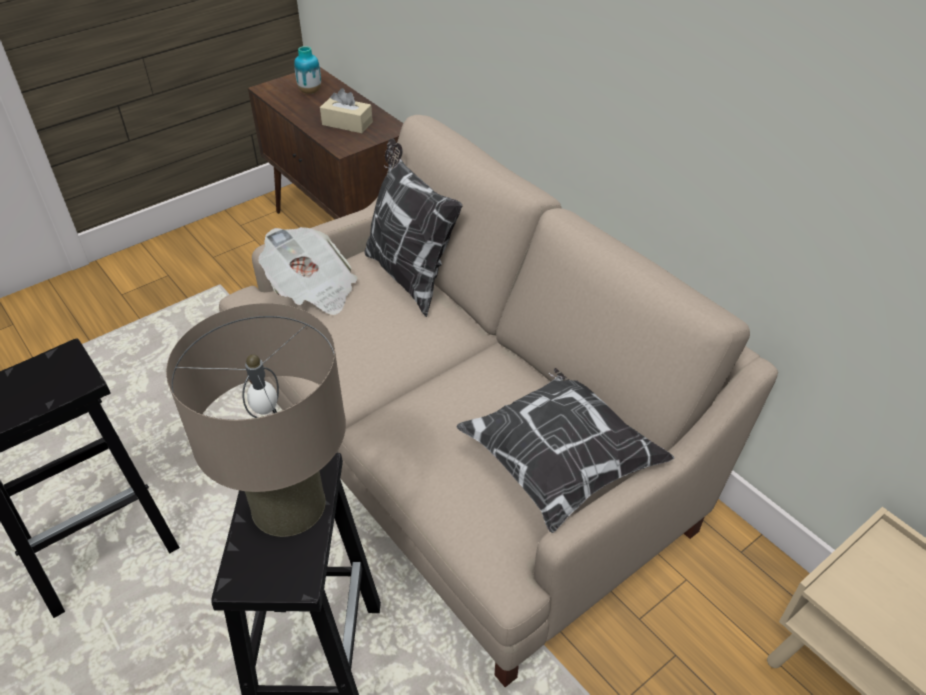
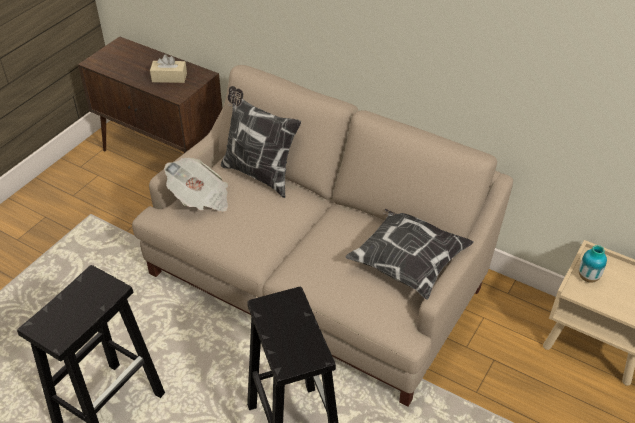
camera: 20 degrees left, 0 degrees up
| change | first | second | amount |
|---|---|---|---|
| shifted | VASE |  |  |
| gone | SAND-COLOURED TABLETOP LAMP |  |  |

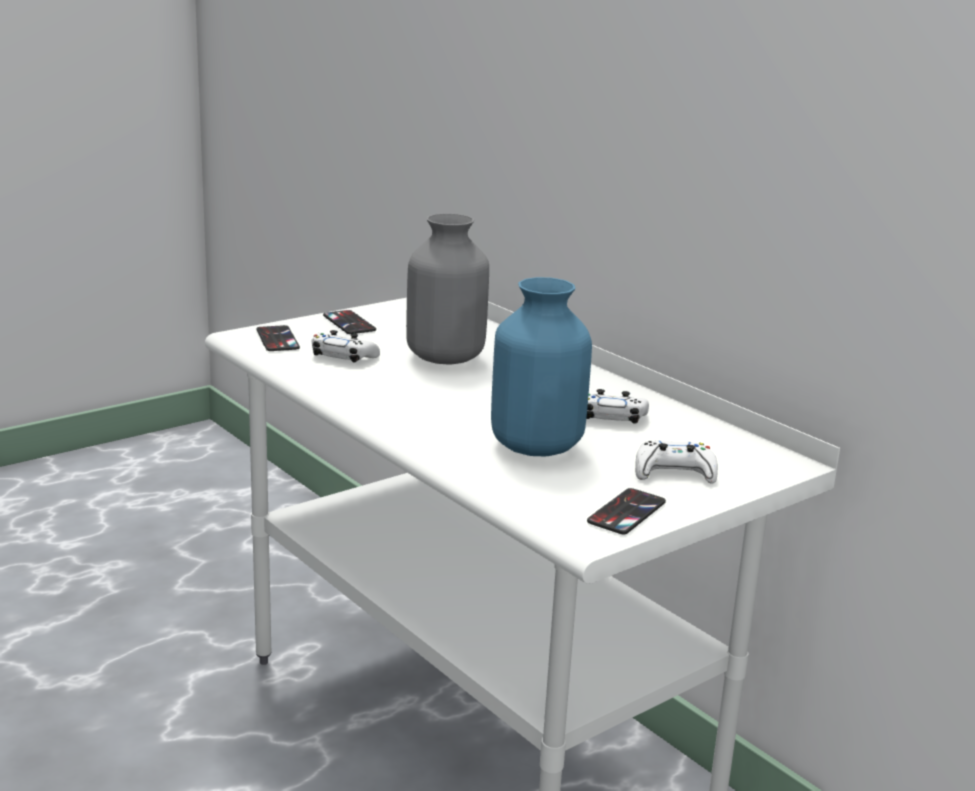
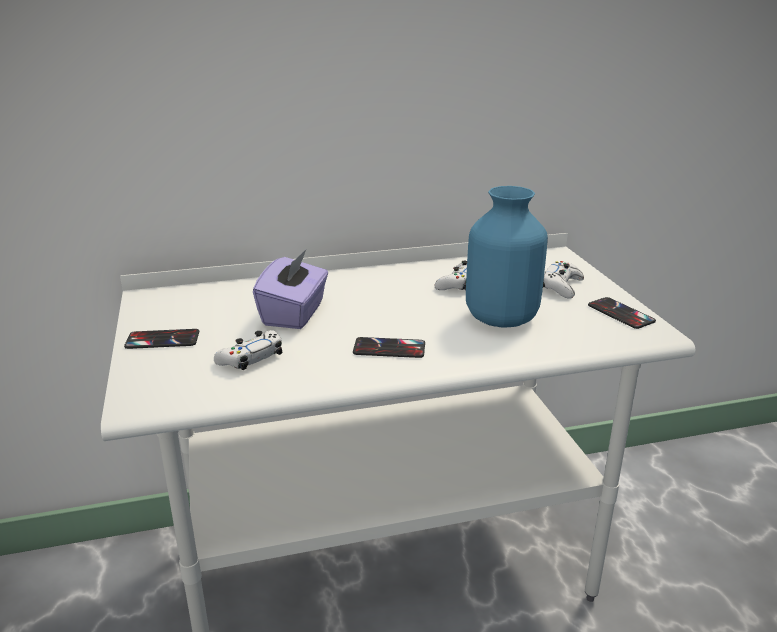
camera: 65 degrees left, 5 degrees up
| change | first | second | amount |
|---|---|---|---|
| swapped | GRAY VASE | PURPLE-COLOURED BOX OF TISSUES |  |
| shifted | PHONE (no. 1 from left in the first image) | PHONE (no. 2 from left) |  |

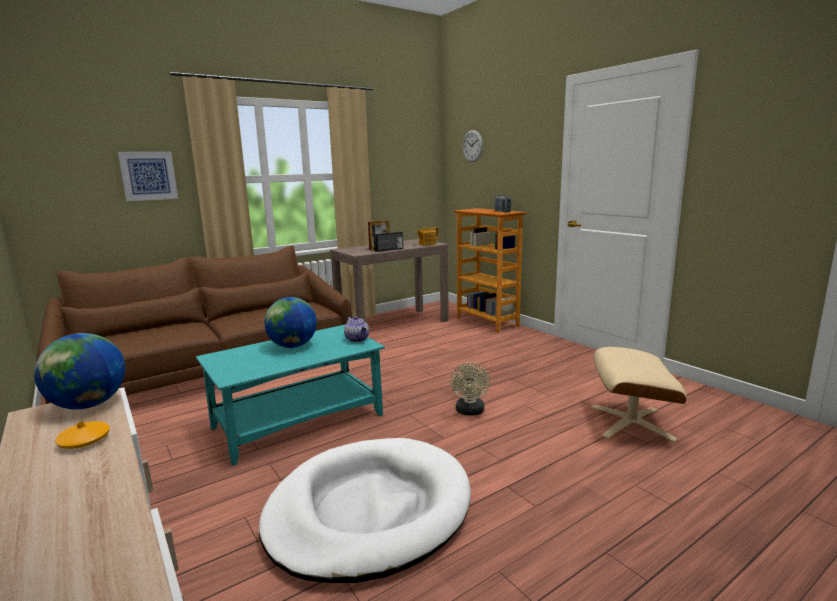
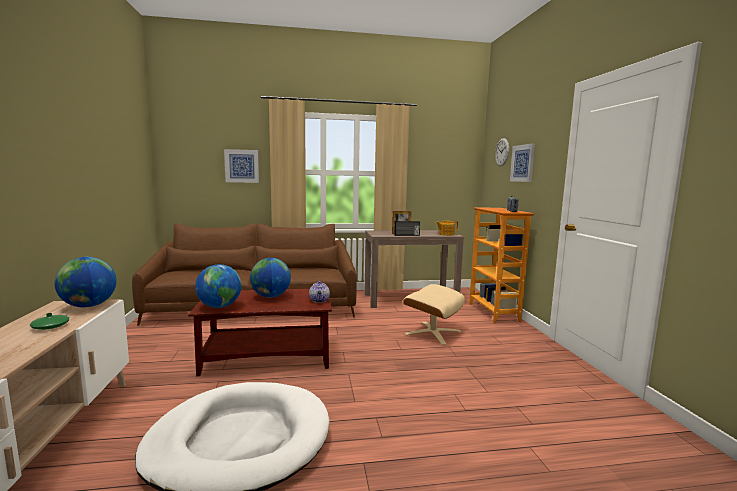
camera: 25 degrees right, 5 degrees down
| change | first | second | amount |
|---|---|---|---|
| repainted | BLUE-GREEN LOUNGE TABLE | BROWNISH LOUNGE TABLE |  |
| shifted | SAND-COLOURED FOOTREST |  |  |
| gone | SAND-COLOURED ELECTRIC FAN |  |  |
| repainted | ORANGE-COLOURED VASE | GREENISH VASE |  |
| new |  | PICTURE (no. 2 from left) |  |
| new |  | GLOBE (no. 2 from left) |  |

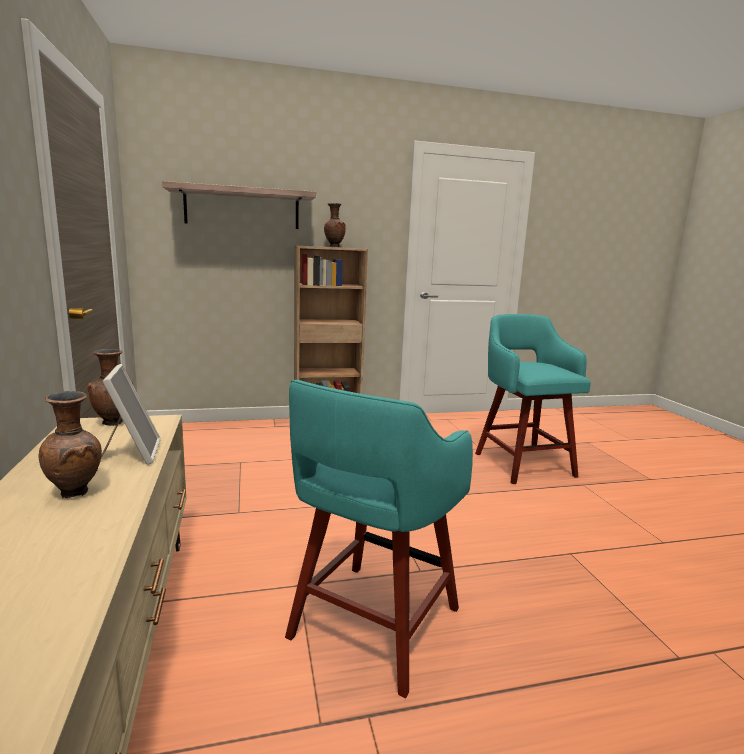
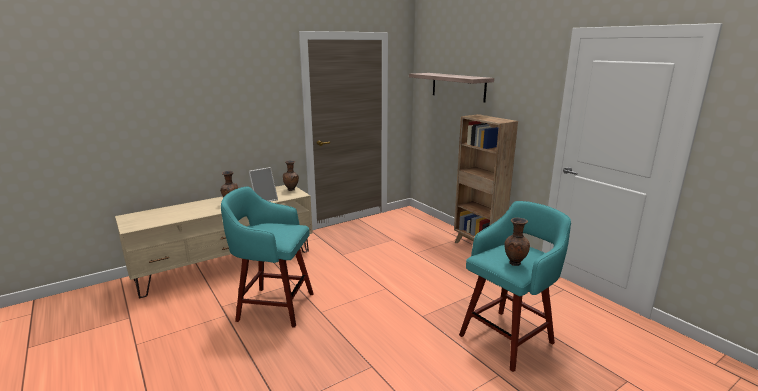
camera: 70 degrees right, 5 degrees up
| change | first | second | amount |
|---|---|---|---|
| shifted | BROWNISH VASE (no. 3 from left) |  |  |

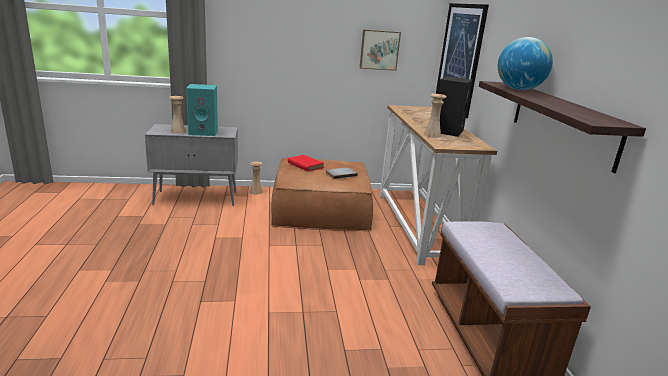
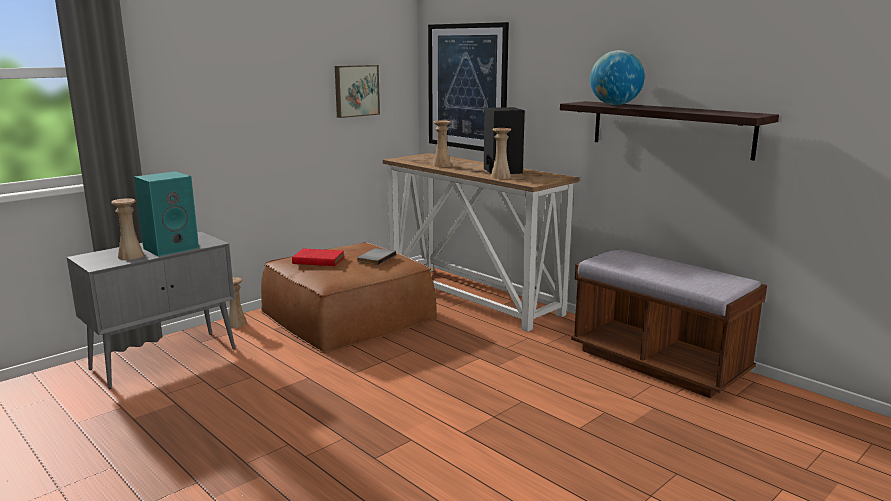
camera: 35 degrees left, 5 degrees down
| change | first | second | amount |
|---|---|---|---|
| new |  | SAND-COLOURED VASE (no. 3 from left) |  |

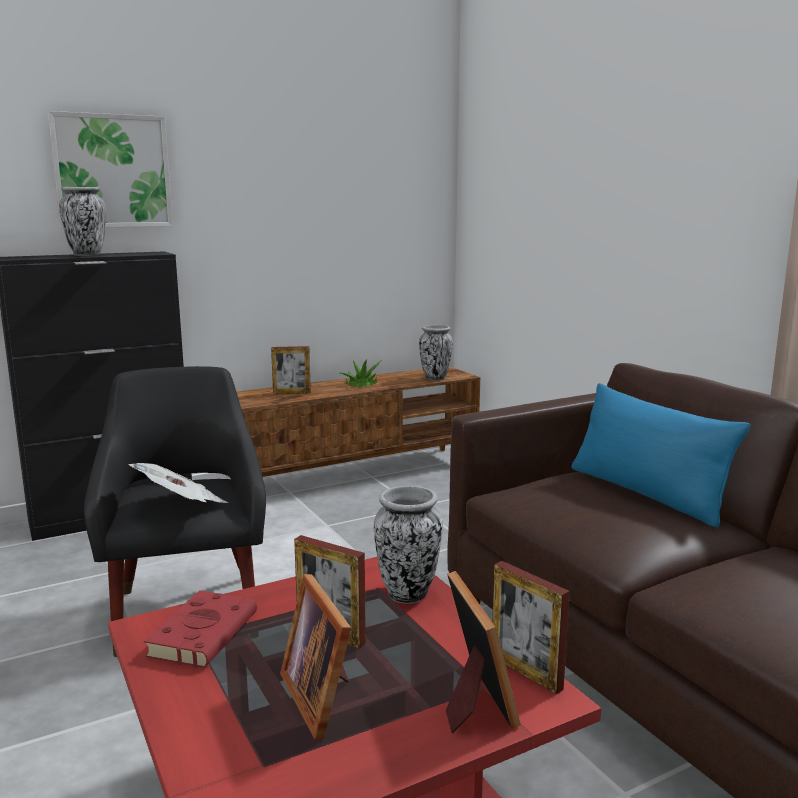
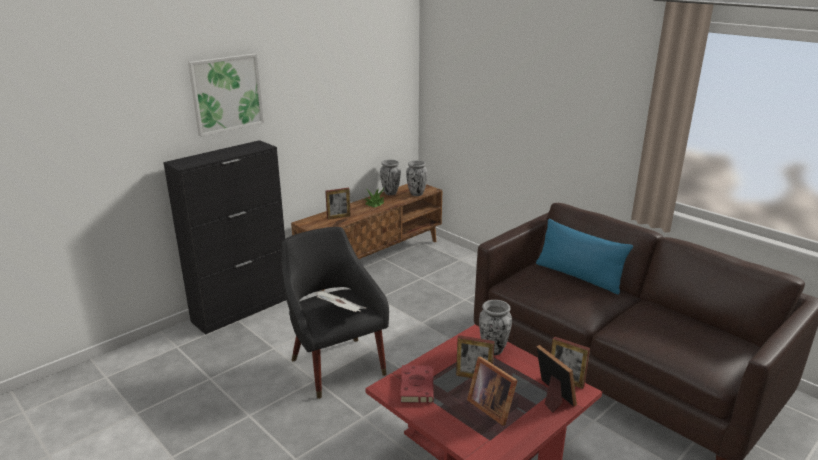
camera: 15 degrees left, 10 degrees up
| change | first | second | amount |
|---|---|---|---|
| shifted | VASE (no. 1 from left) |  |  |

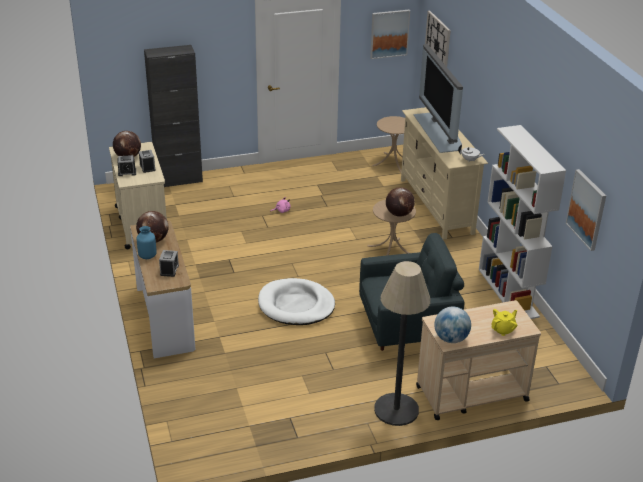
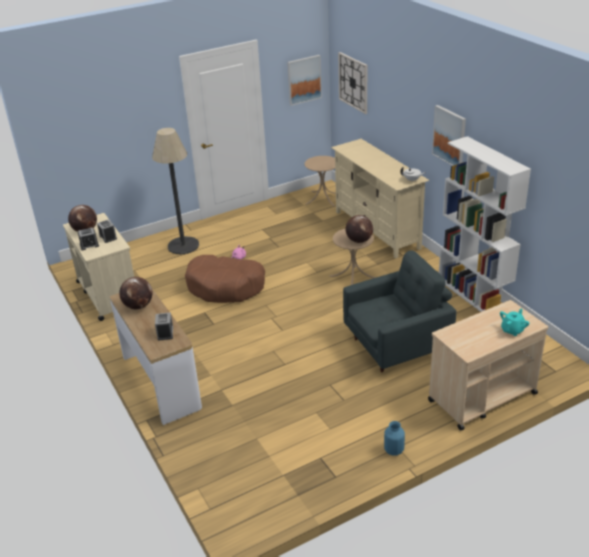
camera: 10 degrees left, 0 degrees up
| change | first | second | amount |
|---|---|---|---|
| gone | TV SET |  |  |
| gone | BLACK-COLOURED CUPBOARD |  |  |
| shifted | PICTURE (no. 2 from left) |  |  |
| shifted | BLUE-COLOURED VASE |  |  |
| shifted | STANDARD LAMP |  |  |
| gone | WHITE DOG BED |  |  |
| gone | GLOBE (no. 4 from left) |  |  |
| repainted | YELLOWISH POT FOR TEA | BLUE-GREEN POT FOR TEA |  |
| new |  | BROWNISH DOG BED |  |

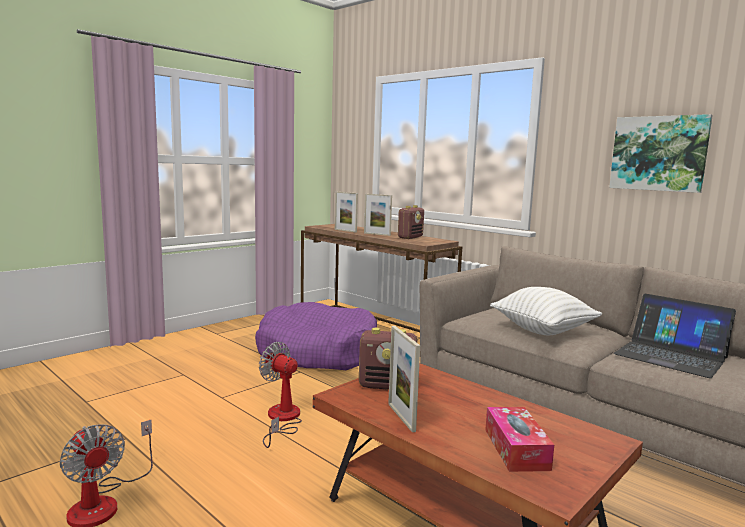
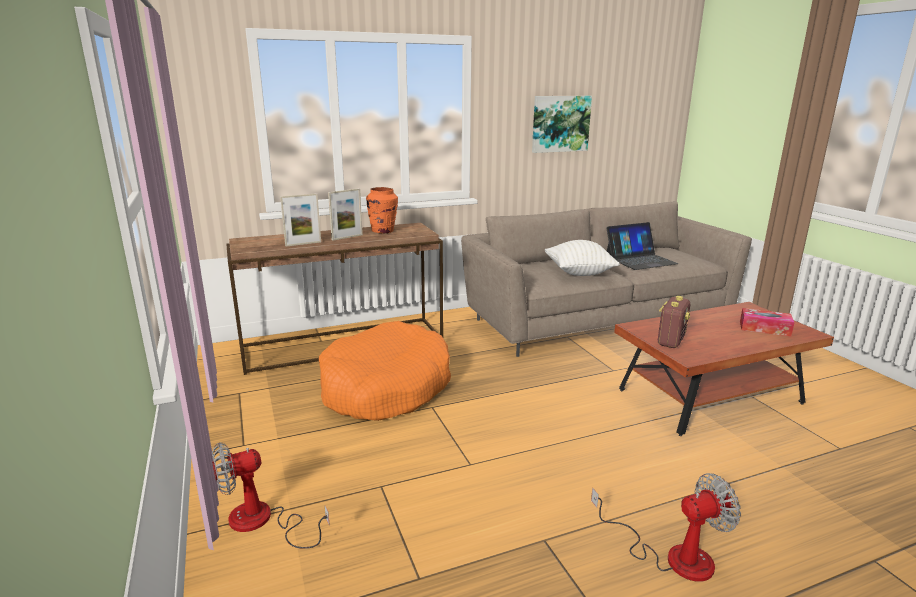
camera: 65 degrees left, 10 degrees up
| change | first | second | amount |
|---|---|---|---|
| swapped | RADIO (no. 2 from left) | ORANGE-COLOURED VASE |  |
| repainted | PURPLE-COLOURED DOG BED | ORANGE-COLOURED DOG BED |  |
| gone | PICTURE FRAME (no. 3 from left) |  |  |
| shifted | ELECTRIC FAN (no. 2 from left in the first image) | ELECTRIC FAN (no. 1 from left) |  |

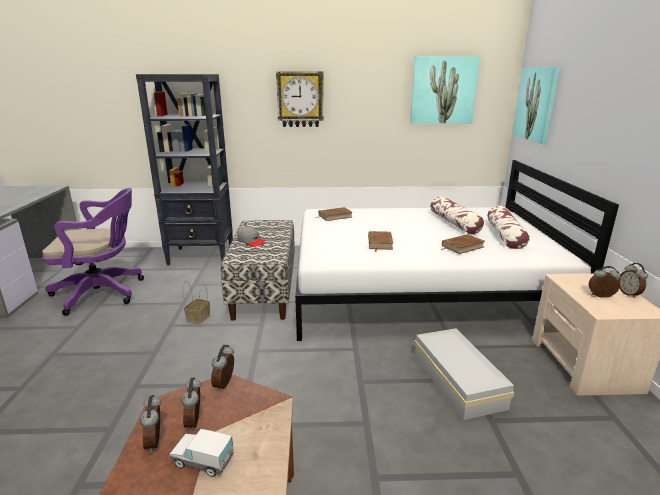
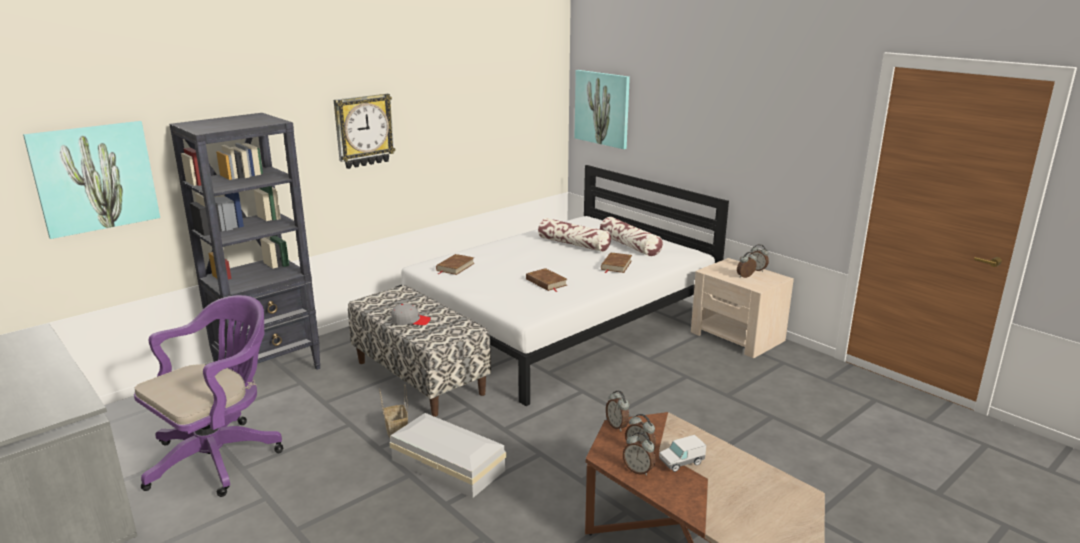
camera: 40 degrees left, 0 degrees up
| change | first | second | amount |
|---|---|---|---|
| shifted | PICTURE (no. 1 from left) |  |  |
| shifted | WHITE STORAGE BIN |  |  |

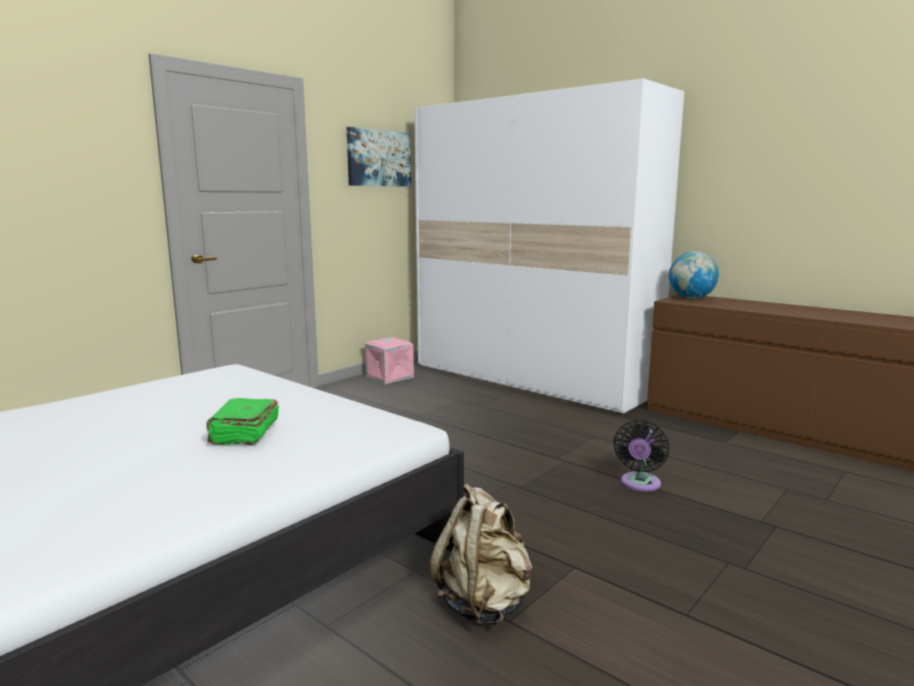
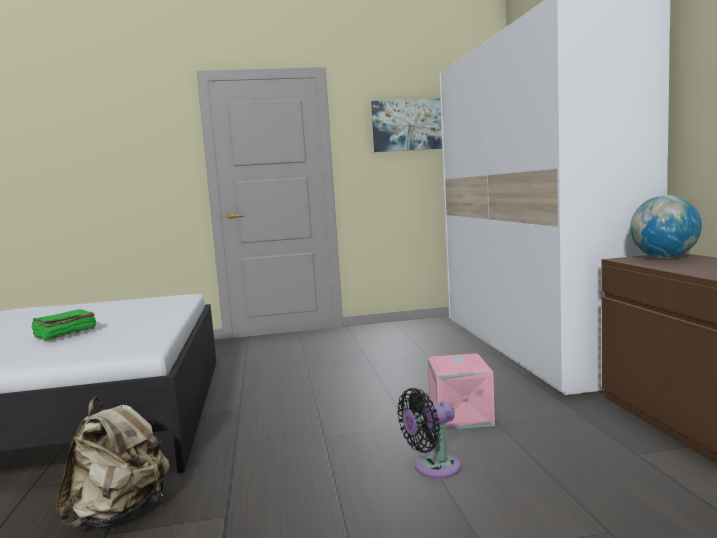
camera: 40 degrees right, 5 degrees down
| change | first | second | amount |
|---|---|---|---|
| shifted | PINKISH STORAGE BIN |  |  |

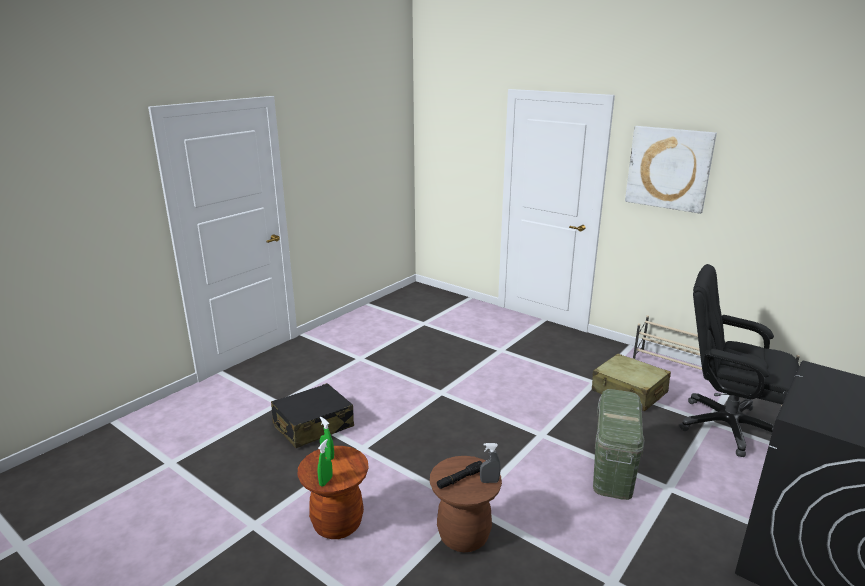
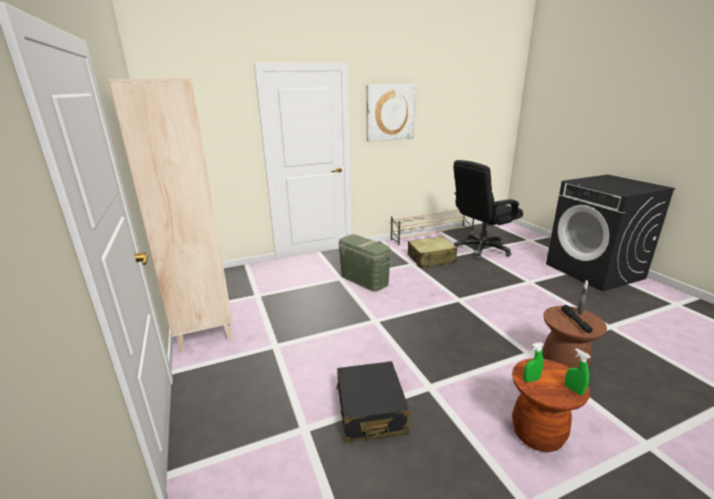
camera: 60 degrees left, 0 degrees up
| change | first | second | amount |
|---|---|---|---|
| shifted | GREENISH STORAGE BIN |  |  |
| new |  | SAND-COLOURED SHELVING UNIT |  |

